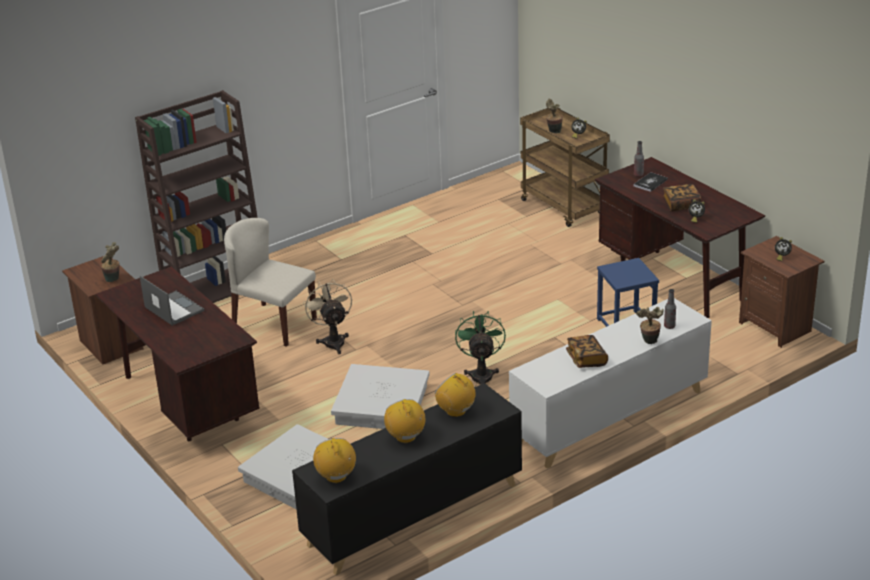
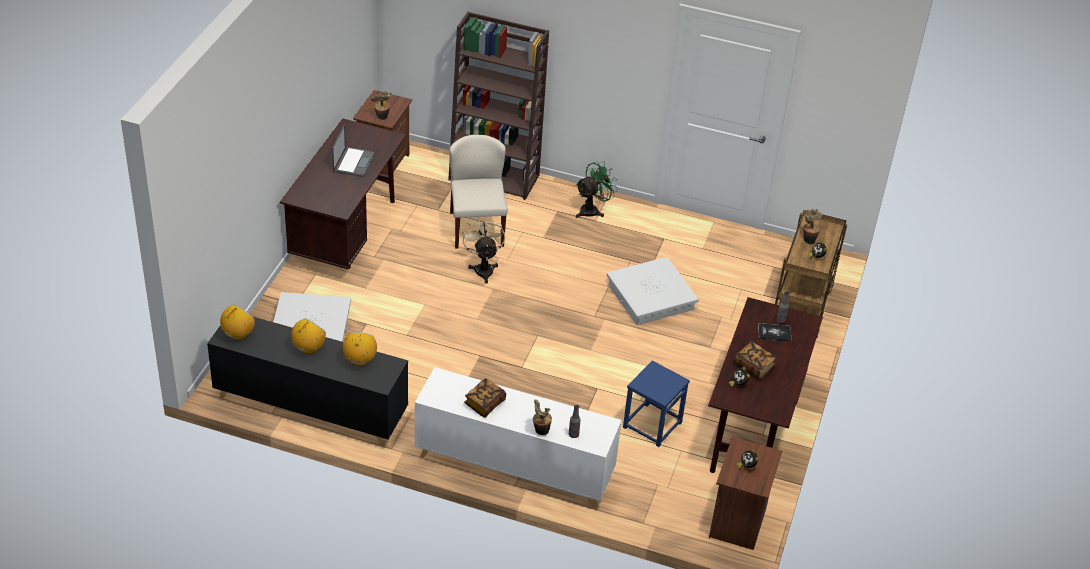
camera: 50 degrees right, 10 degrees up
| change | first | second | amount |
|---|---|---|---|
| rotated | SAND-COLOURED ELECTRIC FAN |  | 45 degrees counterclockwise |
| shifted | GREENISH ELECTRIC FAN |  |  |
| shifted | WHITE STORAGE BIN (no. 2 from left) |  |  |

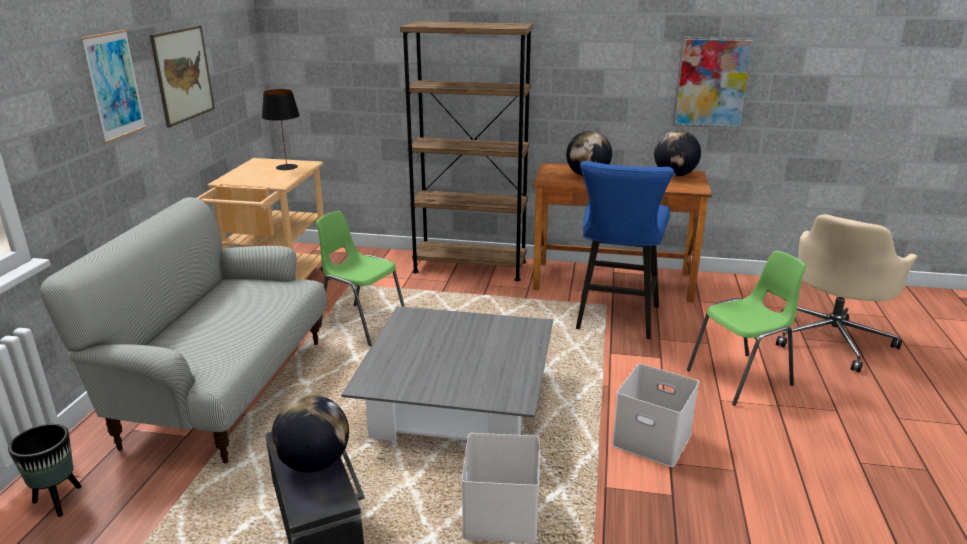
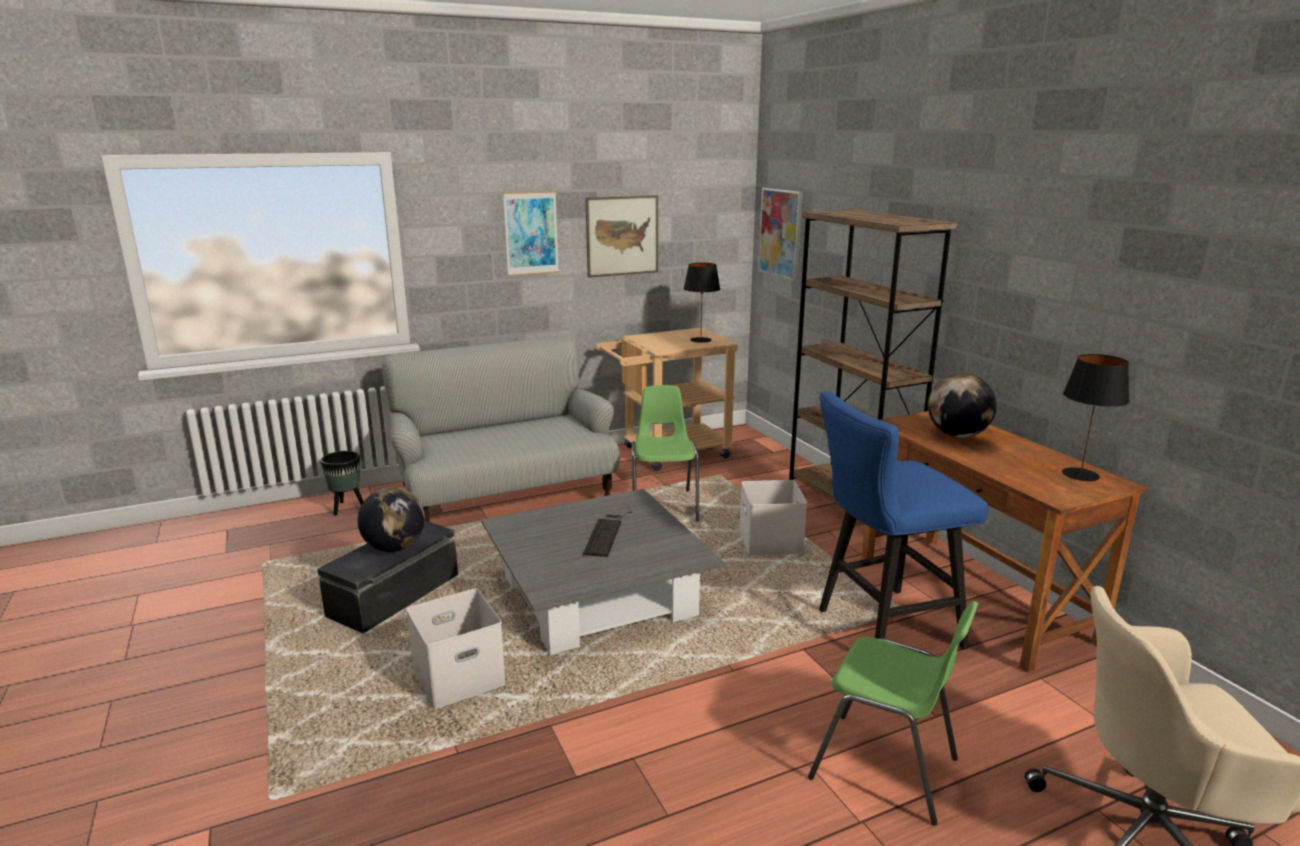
camera: 55 degrees right, 5 degrees down
| change | first | second | amount |
|---|---|---|---|
| shifted | PICTURE (no. 3 from left) |  |  |
| swapped | GLOBE (no. 3 from left) | BLACK-COLOURED TABLETOP LAMP (no. 2 from left) |  |
| shifted | WHITE STORAGE BIN (no. 2 from left) |  |  |
| new |  | KEYBOARD |  |

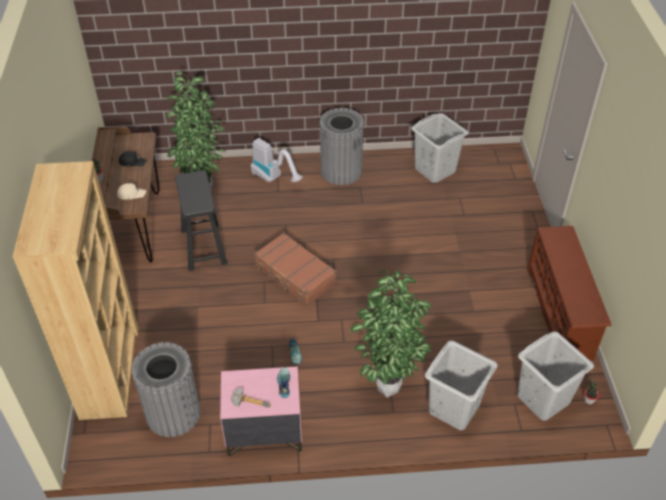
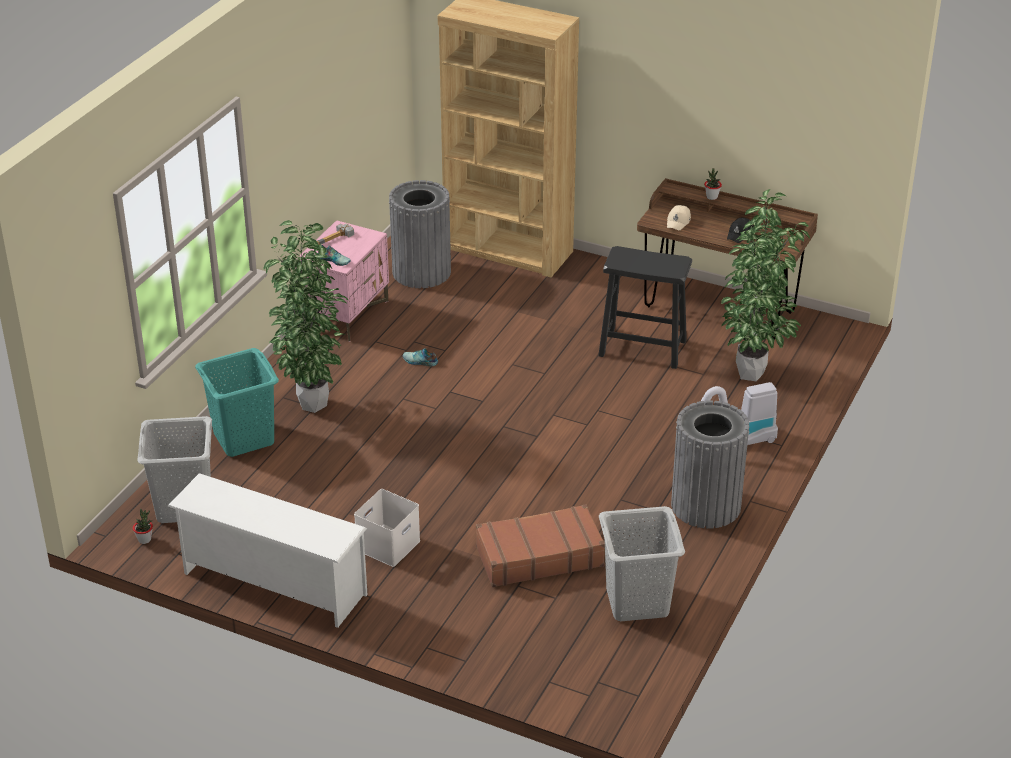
camera: 120 degrees right, 10 degrees down
| change | first | second | amount |
|---|---|---|---|
| repainted | BROWNISH SHOE STAND | WHITE SHOE STAND |  |
| shifted | BROWNISH PIECE OF LUGGAGE |  |  |
| repainted | GRAY WASHING BASKET (no. 2 from left) | BLUE-GREEN WASHING BASKET |  |
| new |  | WHITE STORAGE BIN |  |

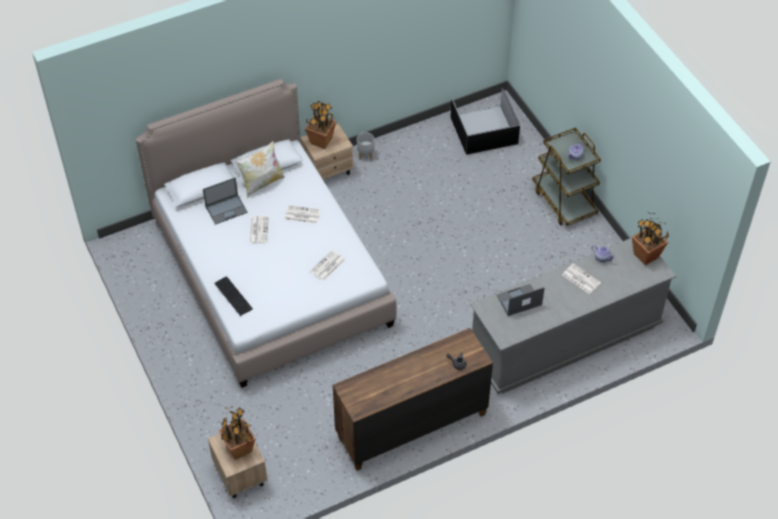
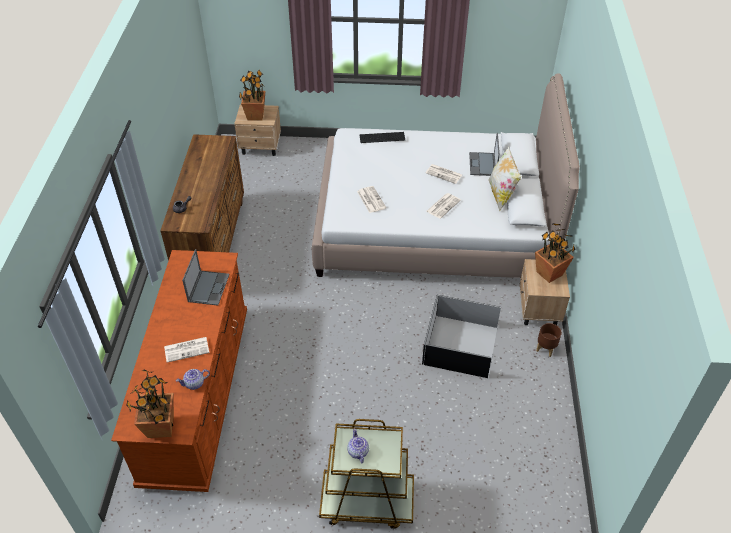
camera: 120 degrees right, 5 degrees down
| change | first | second | amount |
|---|---|---|---|
| shifted | BLACK-COLOURED STORAGE BIN |  |  |
| repainted | GRAY FLOWER POT | BROWNISH FLOWER POT |  |
| repainted | GRAY DRESSER | BROWNISH DRESSER (no. 1 from left) |  |

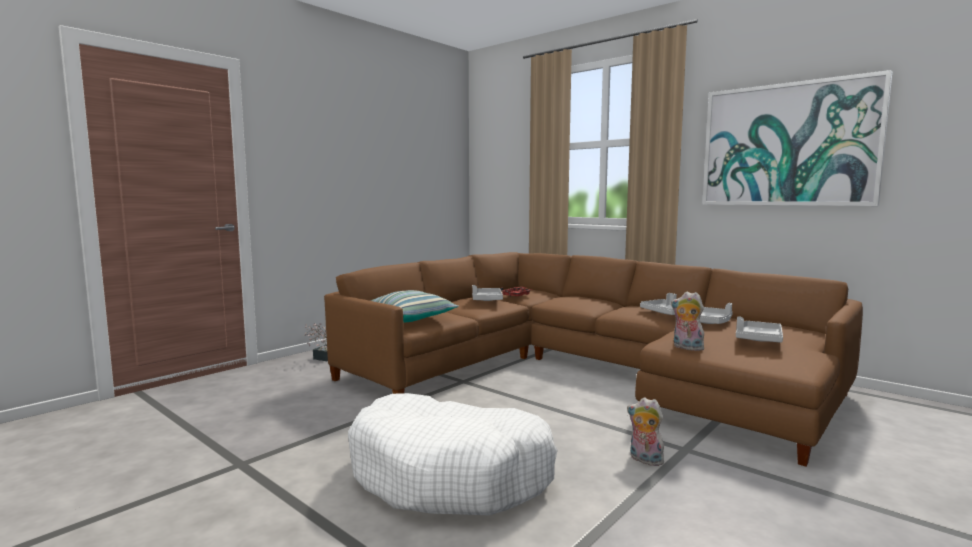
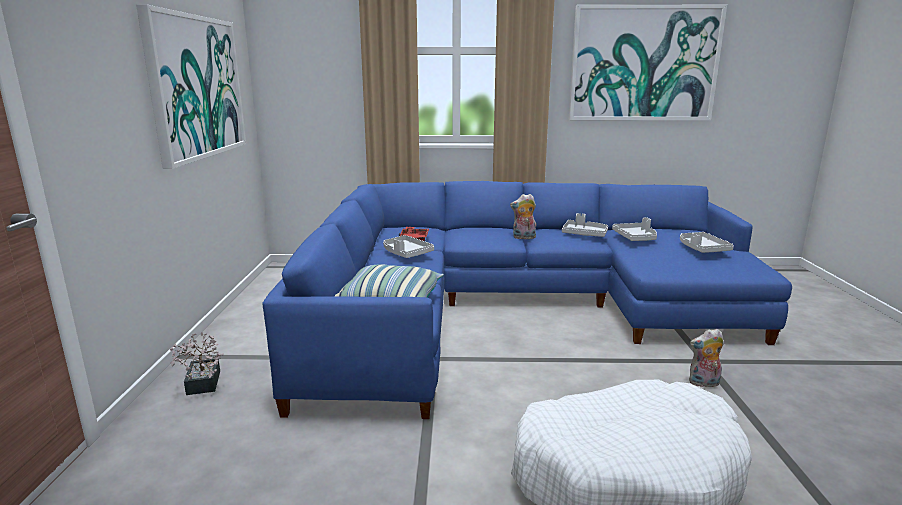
camera: 40 degrees left, 10 degrees up
| change | first | second | amount |
|---|---|---|---|
| repainted | BROWNISH SETTEE | BLUE-COLOURED SETTEE |  |
| shifted | PLUSH TOY (no. 2 from left in the first image) | PLUSH TOY (no. 1 from left) |  |
| new |  | PICTURE (no. 1 from left) |  |

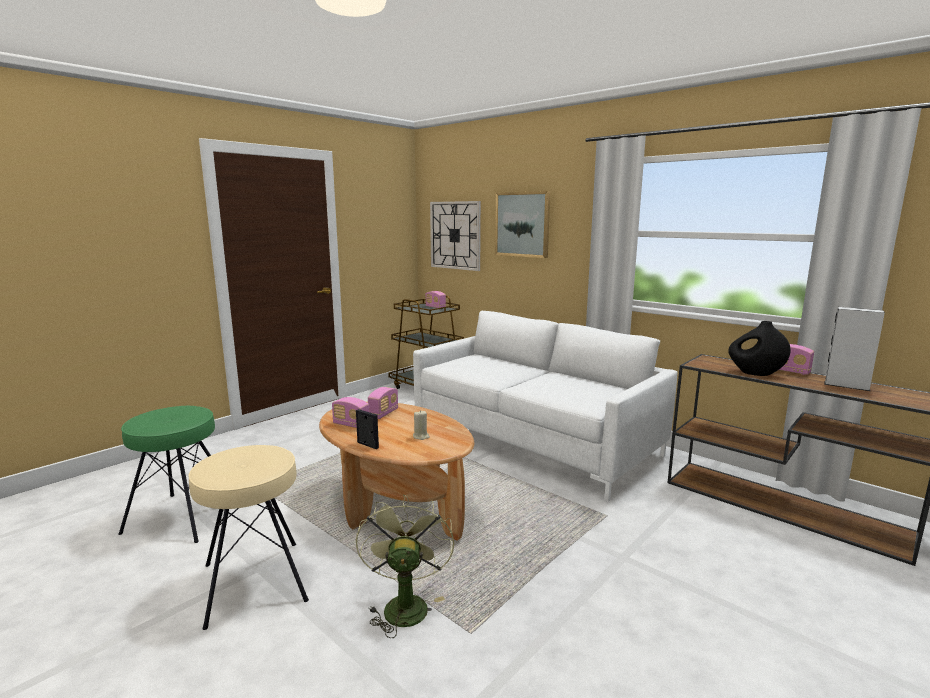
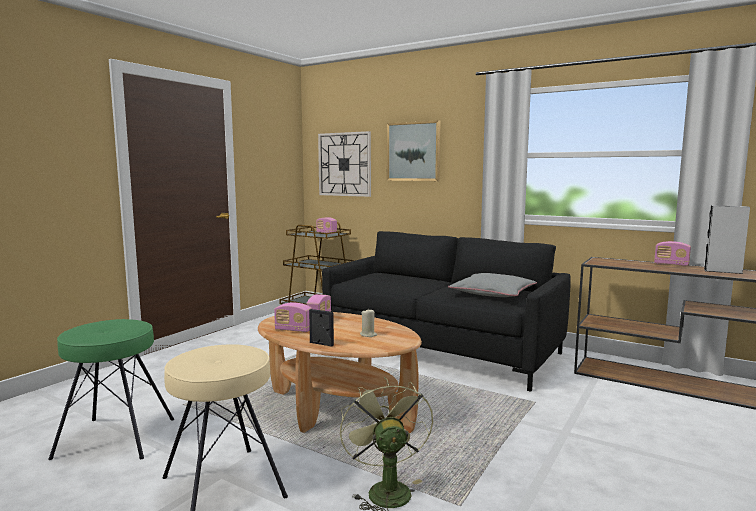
camera: 10 degrees left, 5 degrees down
| change | first | second | amount |
|---|---|---|---|
| repainted | WHITE SETTEE | BLACK-COLOURED SETTEE |  |
| gone | BLACK-COLOURED VASE |  |  |
| new |  | GRAY PILLOW |  |

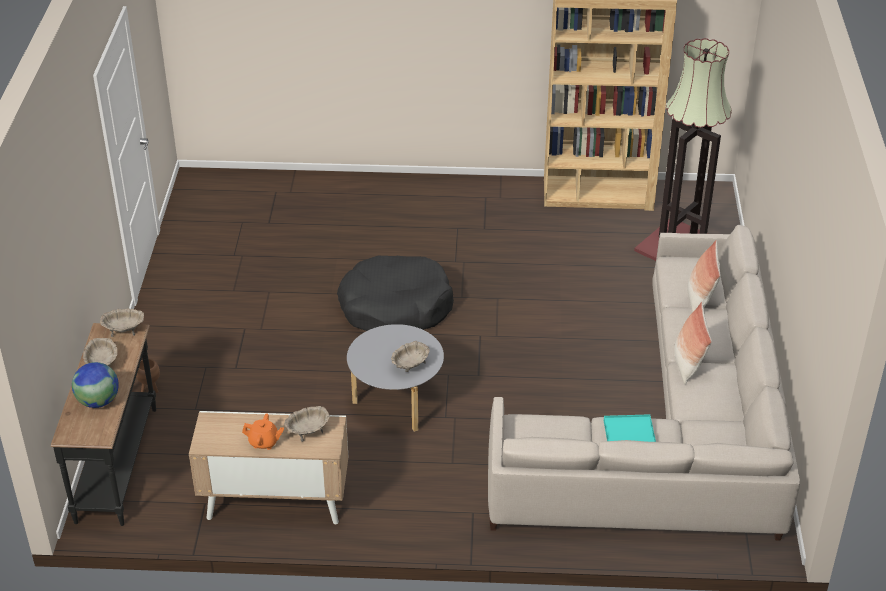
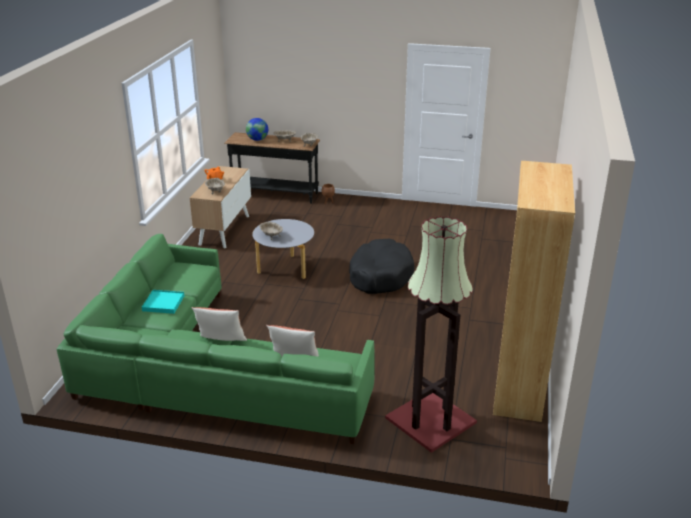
camera: 100 degrees right, 10 degrees down
| change | first | second | amount |
|---|---|---|---|
| repainted | SAND-COLOURED SETTEE | GREENISH SETTEE |  |

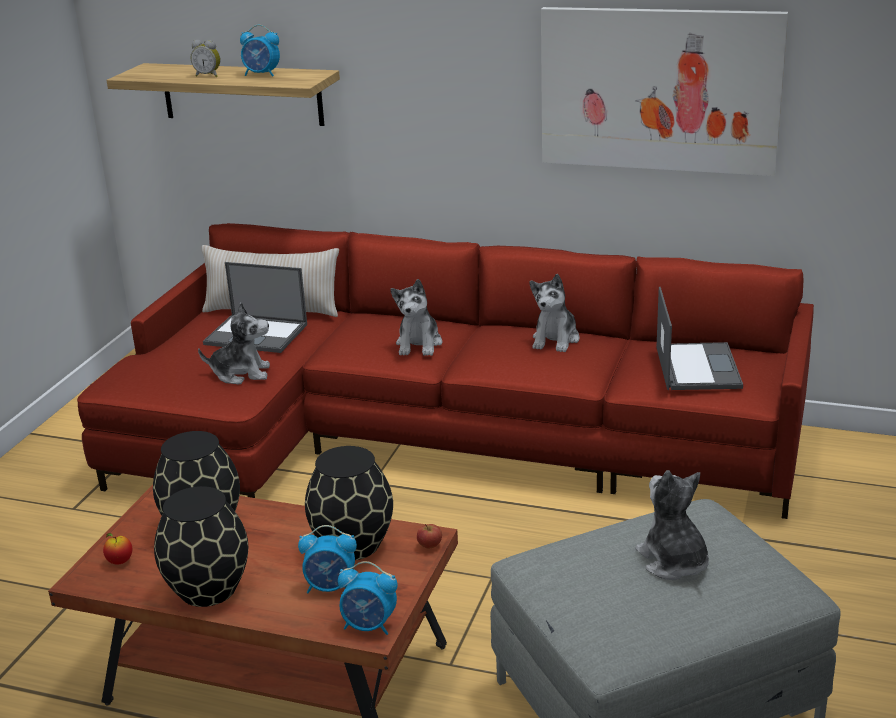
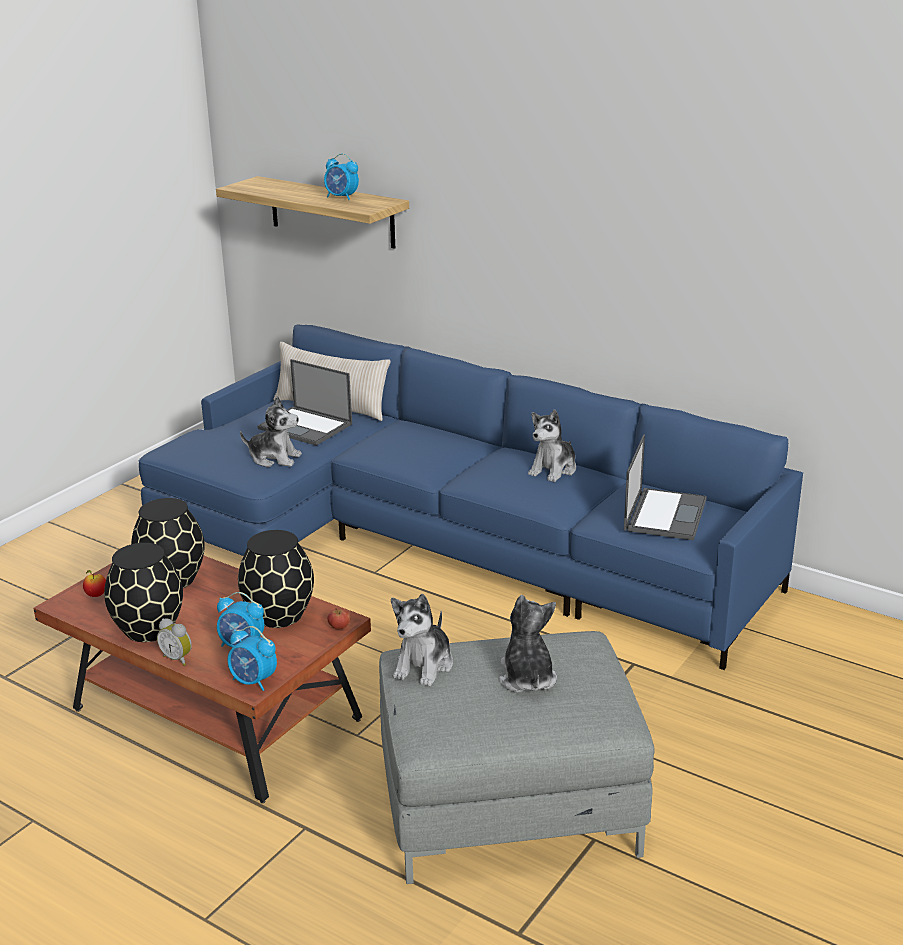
camera: 15 degrees right, 0 degrees up
| change | first | second | amount |
|---|---|---|---|
| gone | PICTURE |  |  |
| shifted | TABLE CLOCK (no. 1 from left) |  |  |
| repainted | REDDISH SETTEE | BLUE-COLOURED SETTEE |  |
| shifted | PLUSH TOY (no. 2 from left) |  |  |

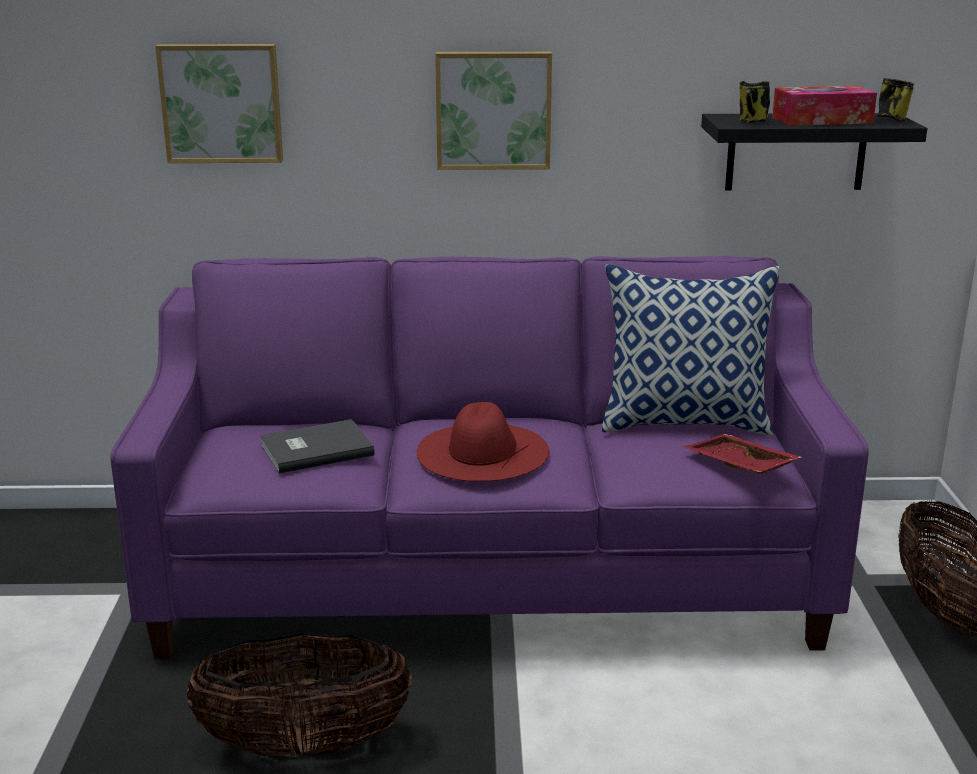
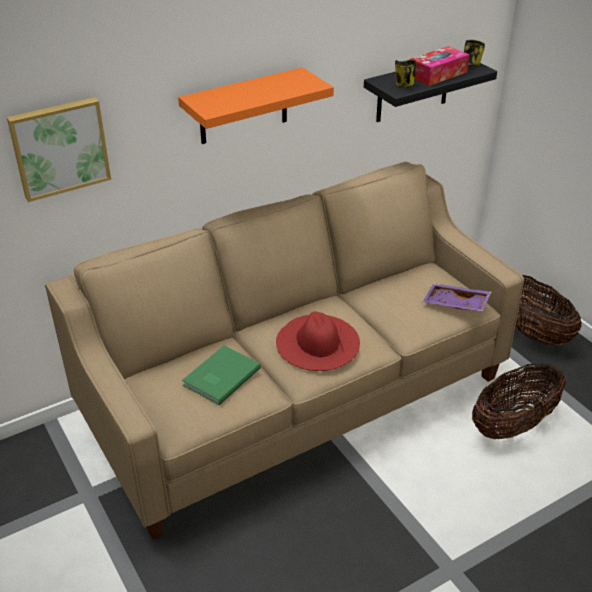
camera: 30 degrees left, 15 degrees up
| change | first | second | amount |
|---|---|---|---|
| swapped | PICTURE (no. 2 from left) | ORANGE-COLOURED SHELF |  |
| repainted | PURPLE-COLOURED SETTEE | SAND-COLOURED SETTEE |  |
| gone | PILLOW |  |  |
| repainted | GRAY VOLUME | GREENISH VOLUME |  |
| repainted | REDDISH SERVING TRAY | PURPLE-COLOURED SERVING TRAY |  |
| shifted | HOUSEHOLD BASKET (no. 1 from left) |  |  |

